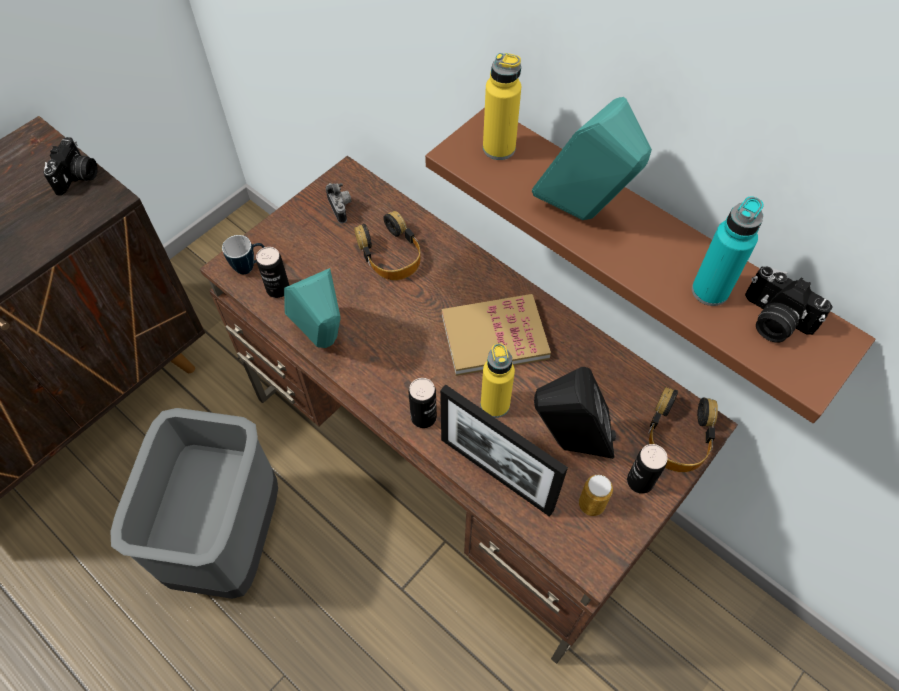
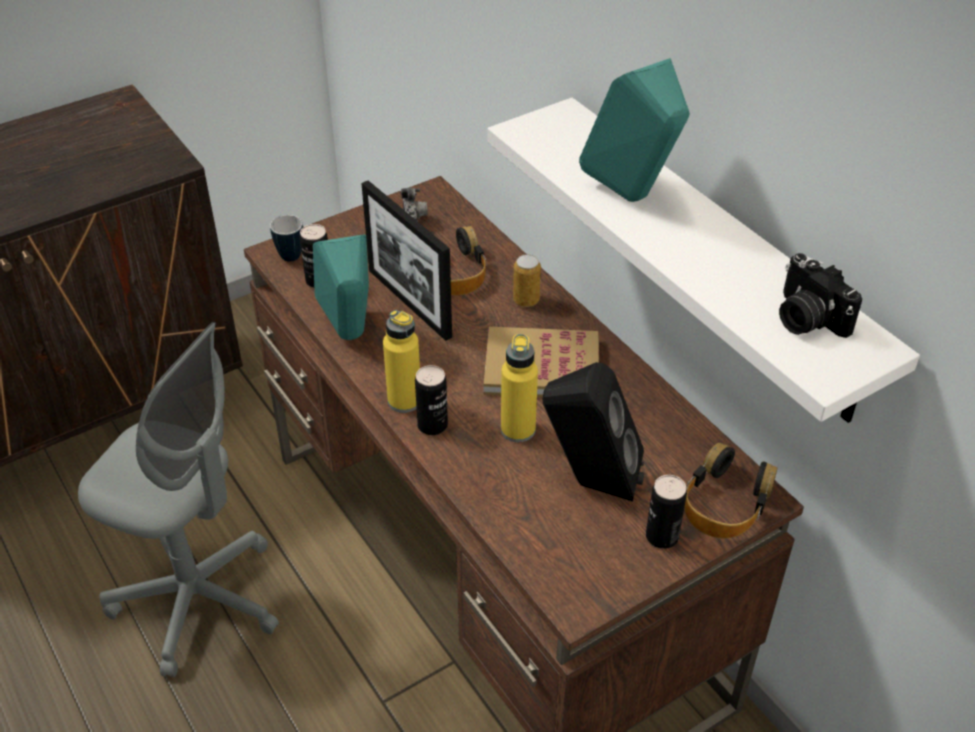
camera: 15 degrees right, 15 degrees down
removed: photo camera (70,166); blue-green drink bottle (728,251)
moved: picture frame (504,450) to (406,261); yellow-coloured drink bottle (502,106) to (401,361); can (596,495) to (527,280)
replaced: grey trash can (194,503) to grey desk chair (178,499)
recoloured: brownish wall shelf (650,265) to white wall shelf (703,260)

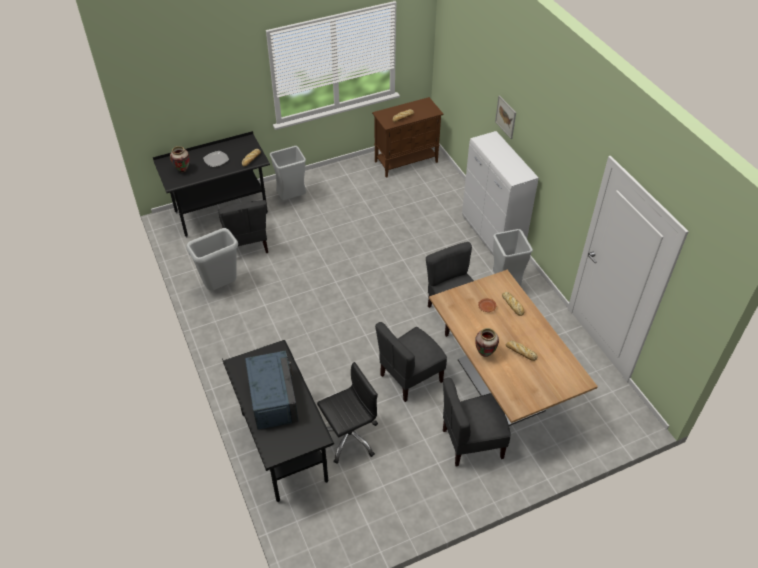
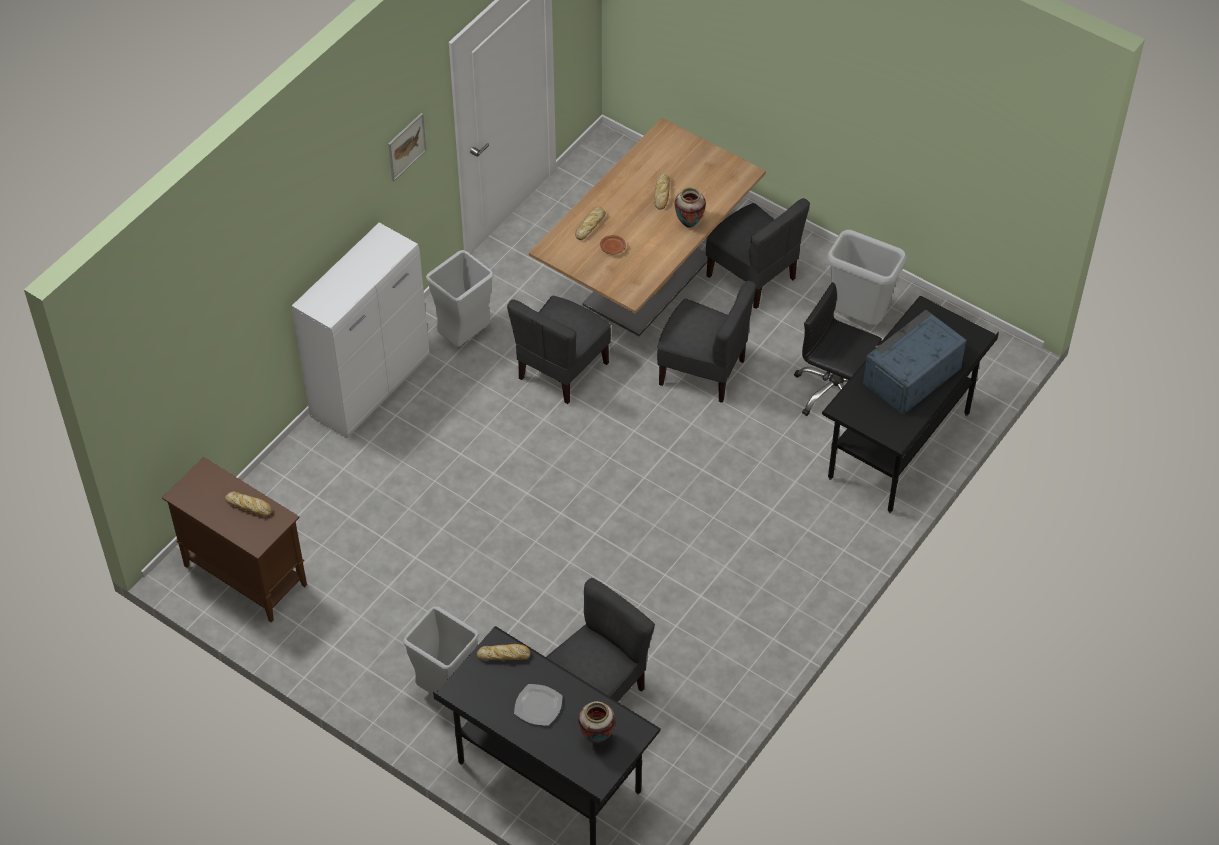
camera: 120 degrees left, 5 degrees up
moved: wall art (505,117) to (407,147); grey trash can (212,259) to (867,277)

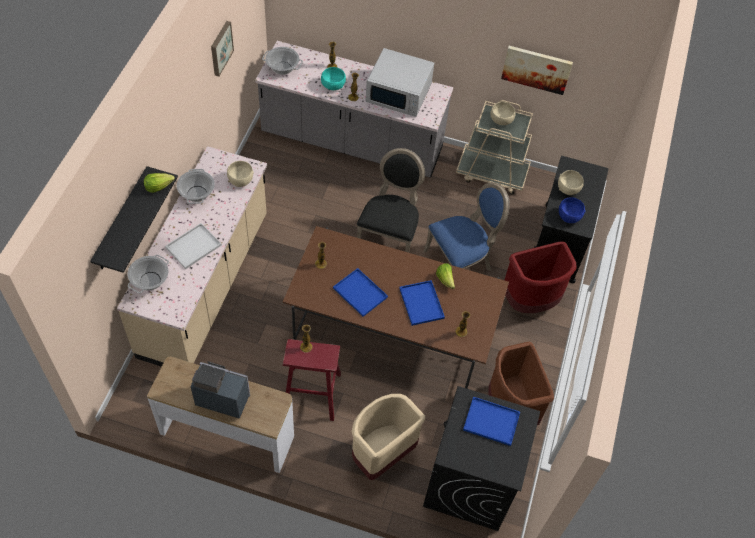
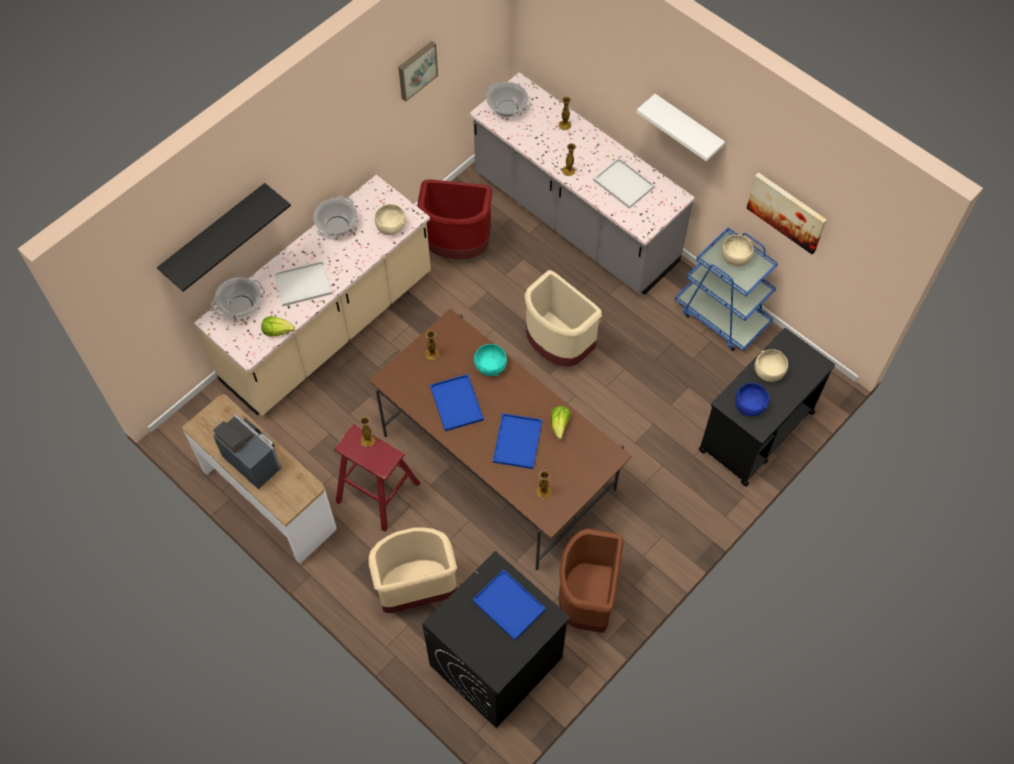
camera: 30 degrees right, 5 degrees up
removed: blue-coloured plain chair (467,226)
added: white wall shelf (680,127)
moved: head of lettuce (159,183) to (278,326); reddish trash can (540,277) to (455,219); blue-green serving bowl (333,78) to (490,360)
replaced: black plain chair (391,200) to beige trash can (563,318); white kitchen microwave (400,82) to white tray (624,183)
recoloured: beige trolley (494,147) to blue-coloured trolley (726,289)

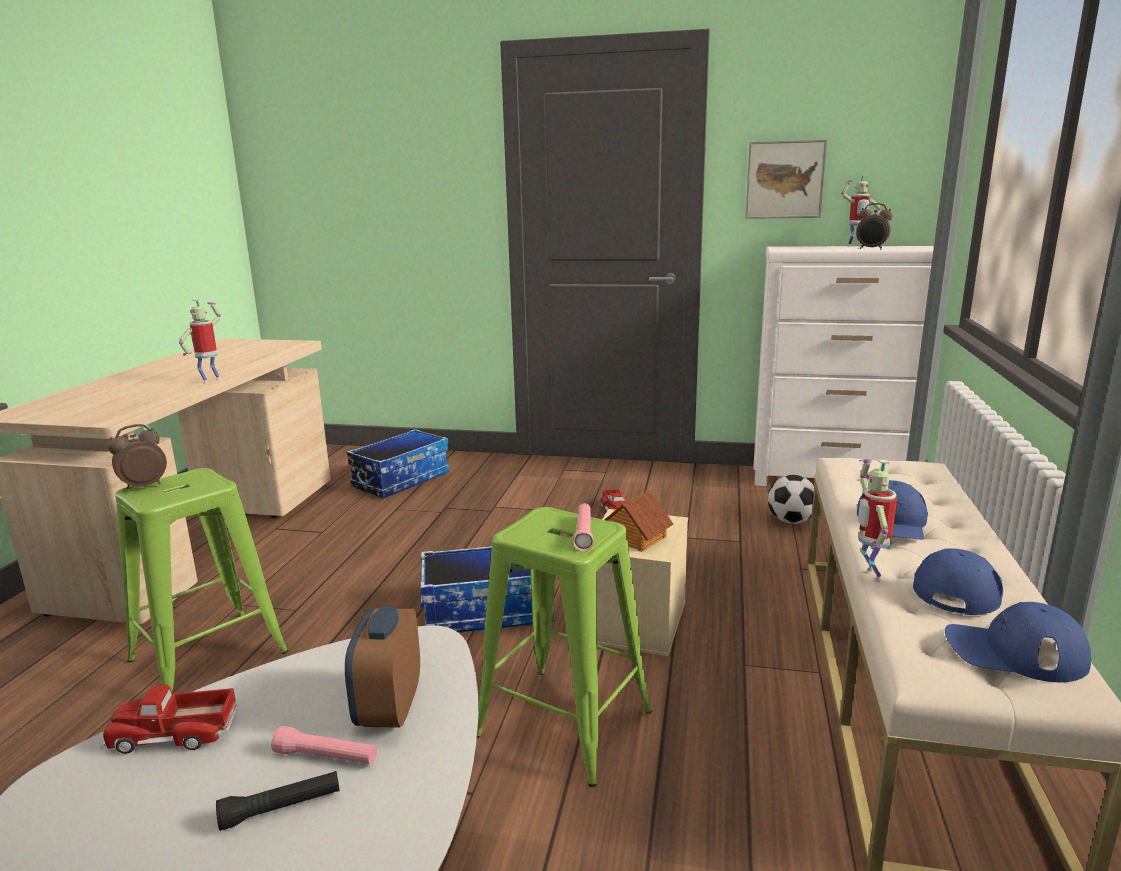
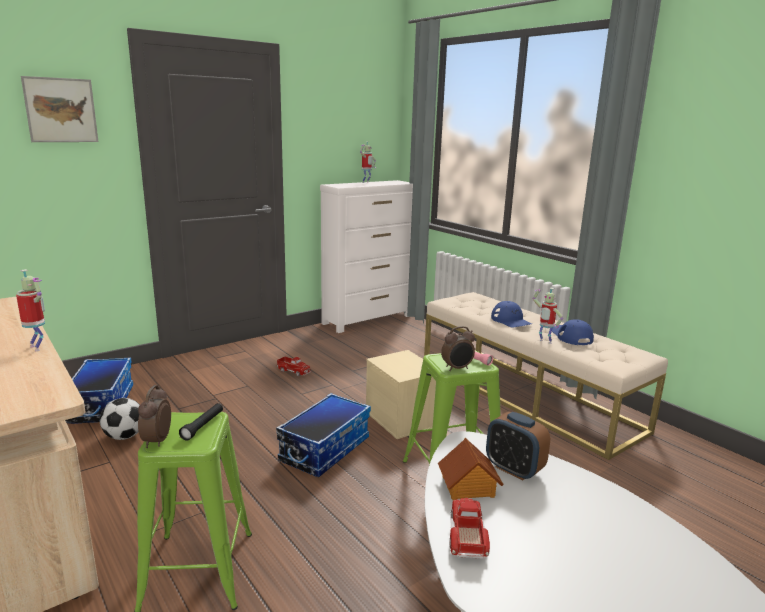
camera: 50 degrees left, 0 degrees up
removed: pink flashlight (324,745); blue-coloured cap (1018,642)
moved: wall art (786,179) to (60,109); football (791,499) to (120,419); black flashlight (278,801) to (201,422); toy house (638,521) to (471,469); alarm clock (874,226) to (458,348)
turned: robot figure (200,341) = (30,310) 150 degrees clockwise; toy truck (169,719) = (469,528) 150 degrees clockwise

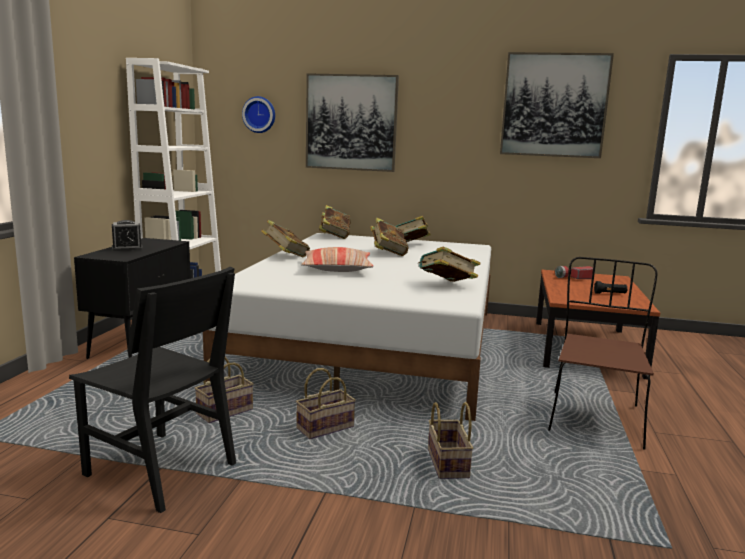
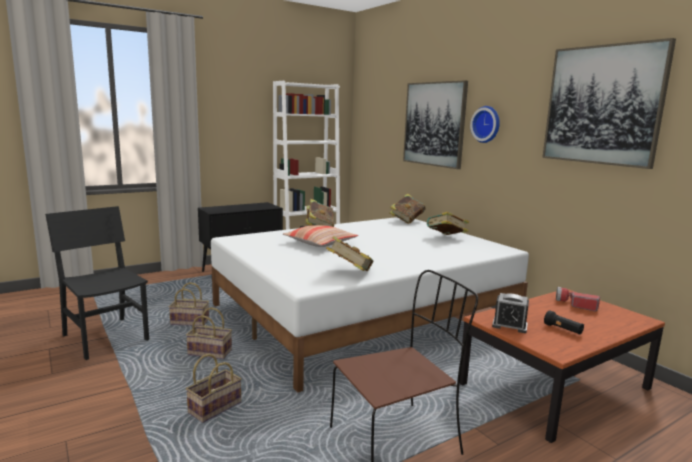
camera: 45 degrees right, 0 degrees up
removed: book (389,236)
moved: clock on the wall (258,114) to (485,124); alarm clock (127,235) to (510,313)
turned: black plain chair (152,390) = (97,283) 150 degrees clockwise

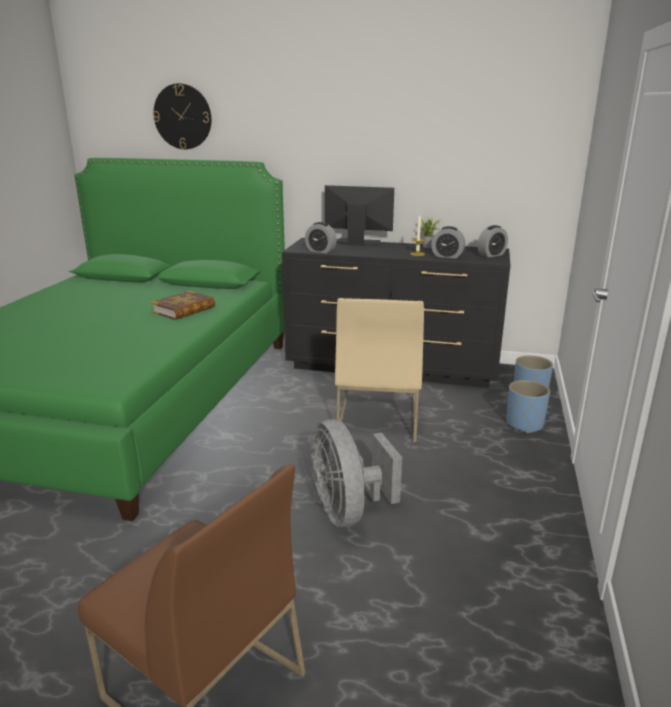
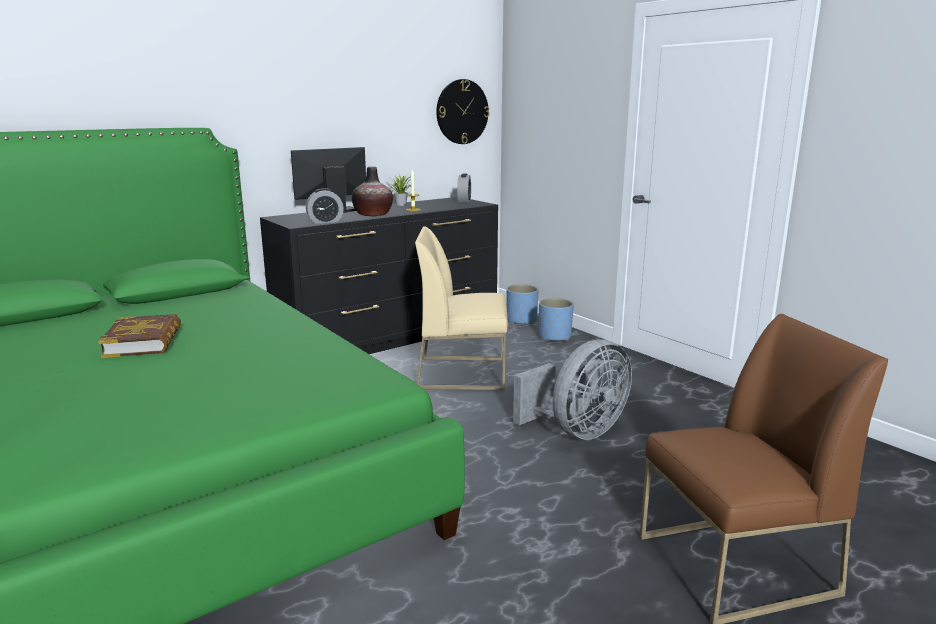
camera: 50 degrees left, 5 degrees down
removed: alarm clock (448,242)
added: decorative vase (372,191)
moved: book (182,305) to (139,336); clock on the wall (182,116) to (462,111)
turned: beige plain chair (379,370) = (461,308) 135 degrees clockwise; grey electric fan (356,473) = (572,389) 60 degrees counterclockwise

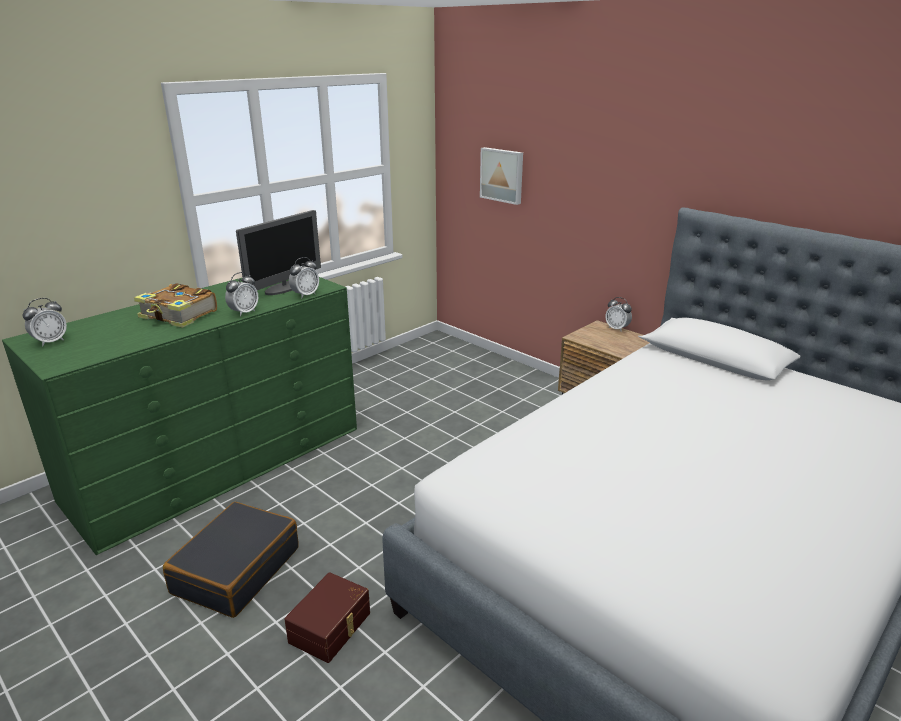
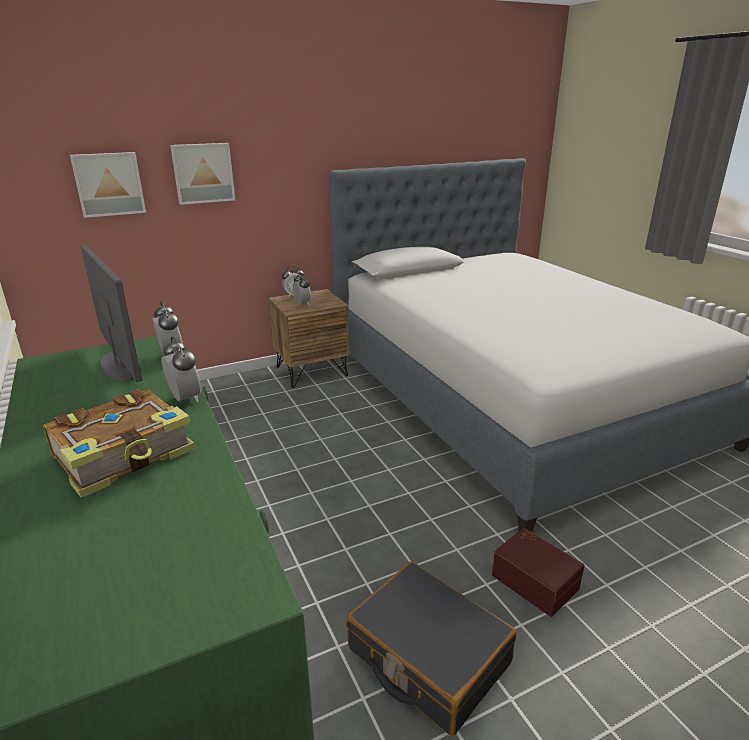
camera: 70 degrees left, 0 degrees up
added: wall art (202,174)
moved: alarm clock (45,322) to (302,289)

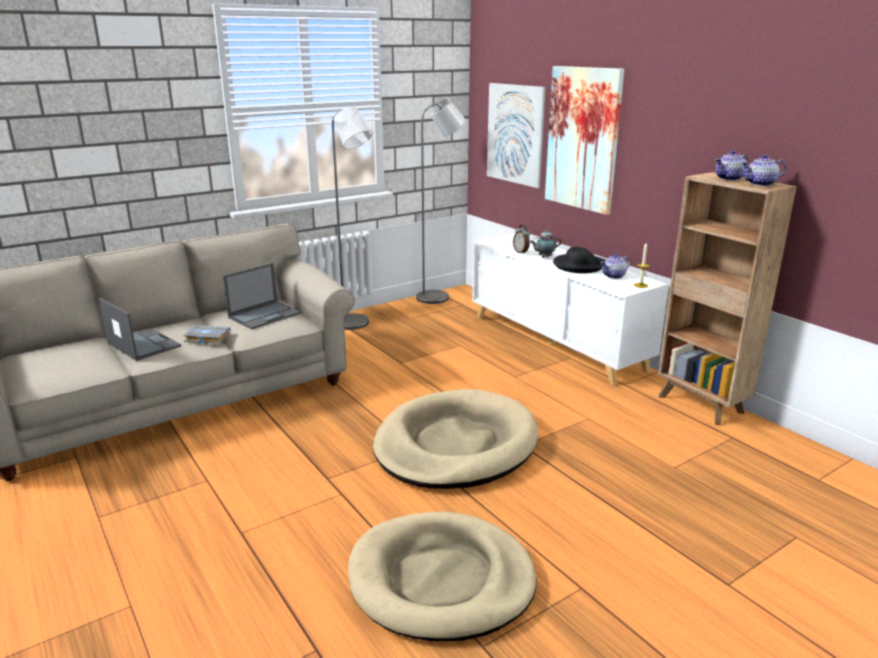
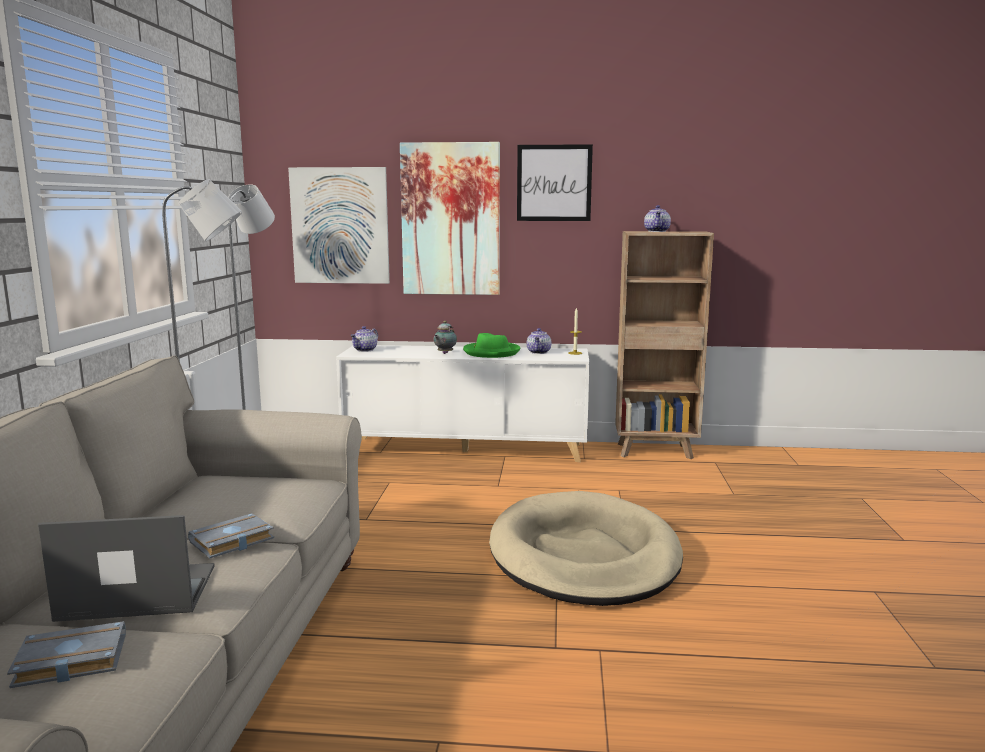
camera: 50 degrees left, 10 degrees down
removed: notebook computer (262,296); beige pet bed (442,576); alarm clock (521,239)
added: grey book (66,654); wall art (555,182)
moved: tea pot (764,170) to (364,339)
recoloured: black wearable hat (579,260) to green wearable hat (491,345)

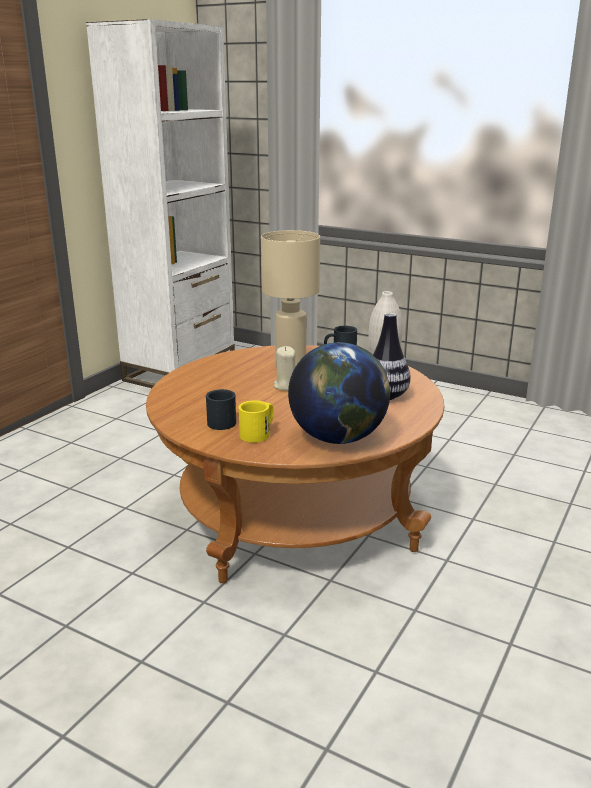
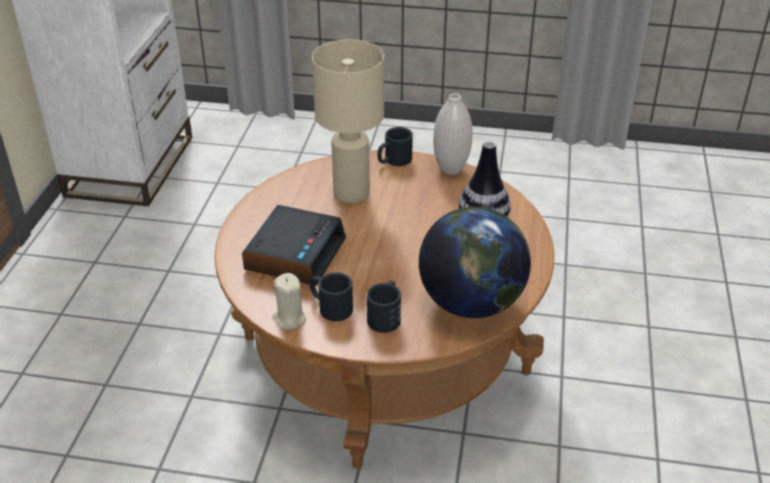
camera: 20 degrees left, 15 degrees up
added: alarm clock (294,245)
moved: beige wax candle (284,368) to (289,301)
recoloured: yellow-coloured mug (256,421) to black mug (384,307)

